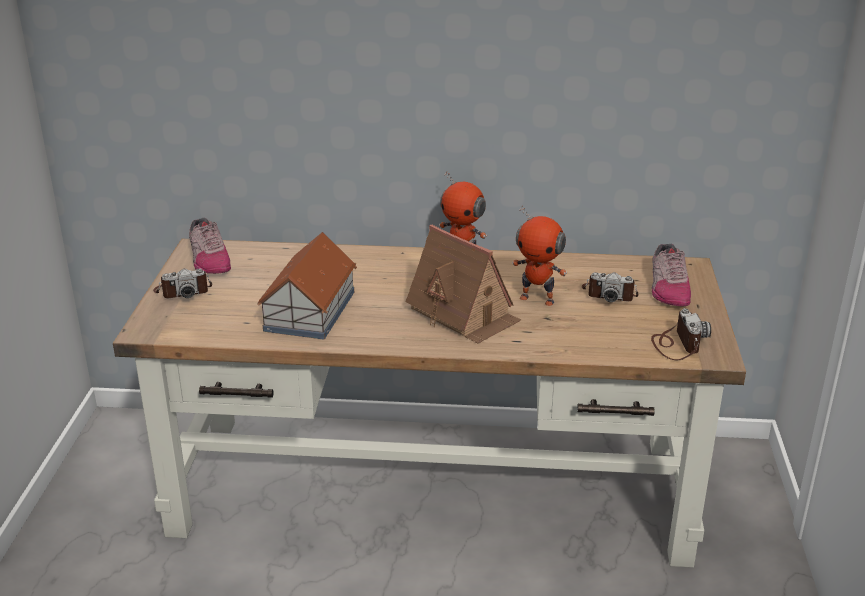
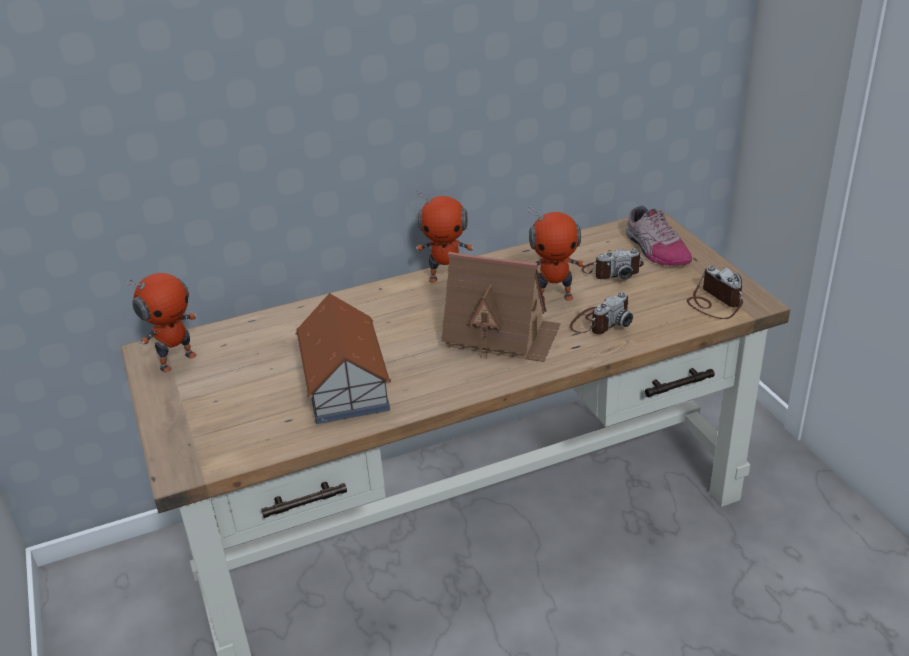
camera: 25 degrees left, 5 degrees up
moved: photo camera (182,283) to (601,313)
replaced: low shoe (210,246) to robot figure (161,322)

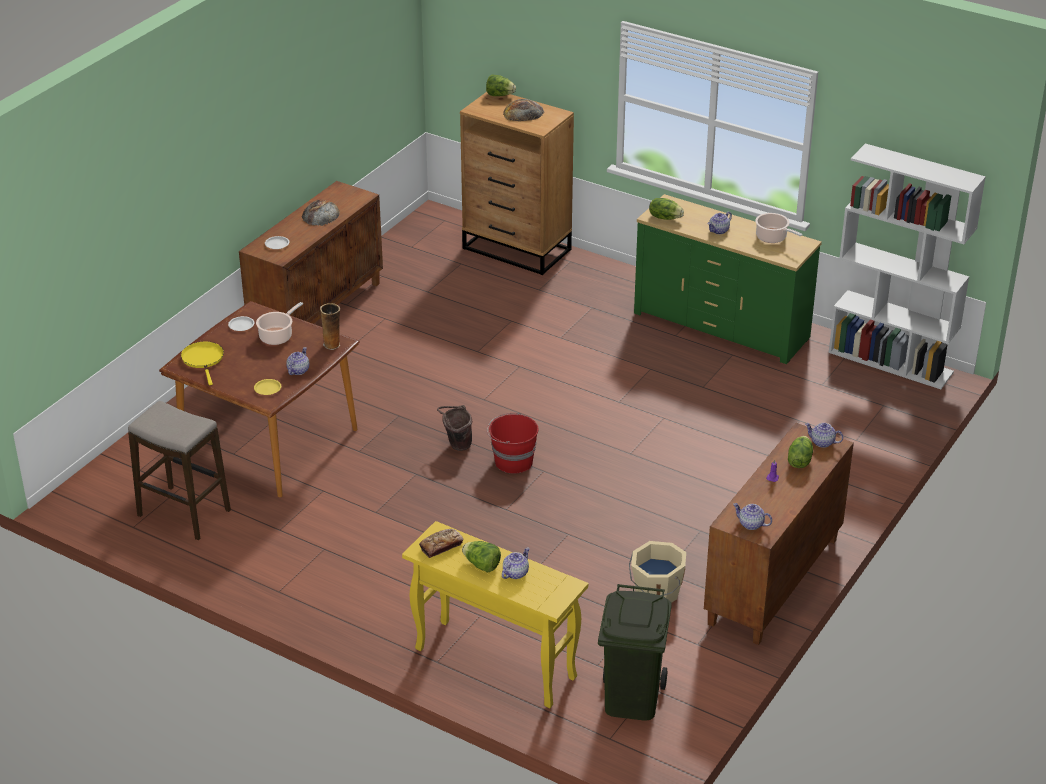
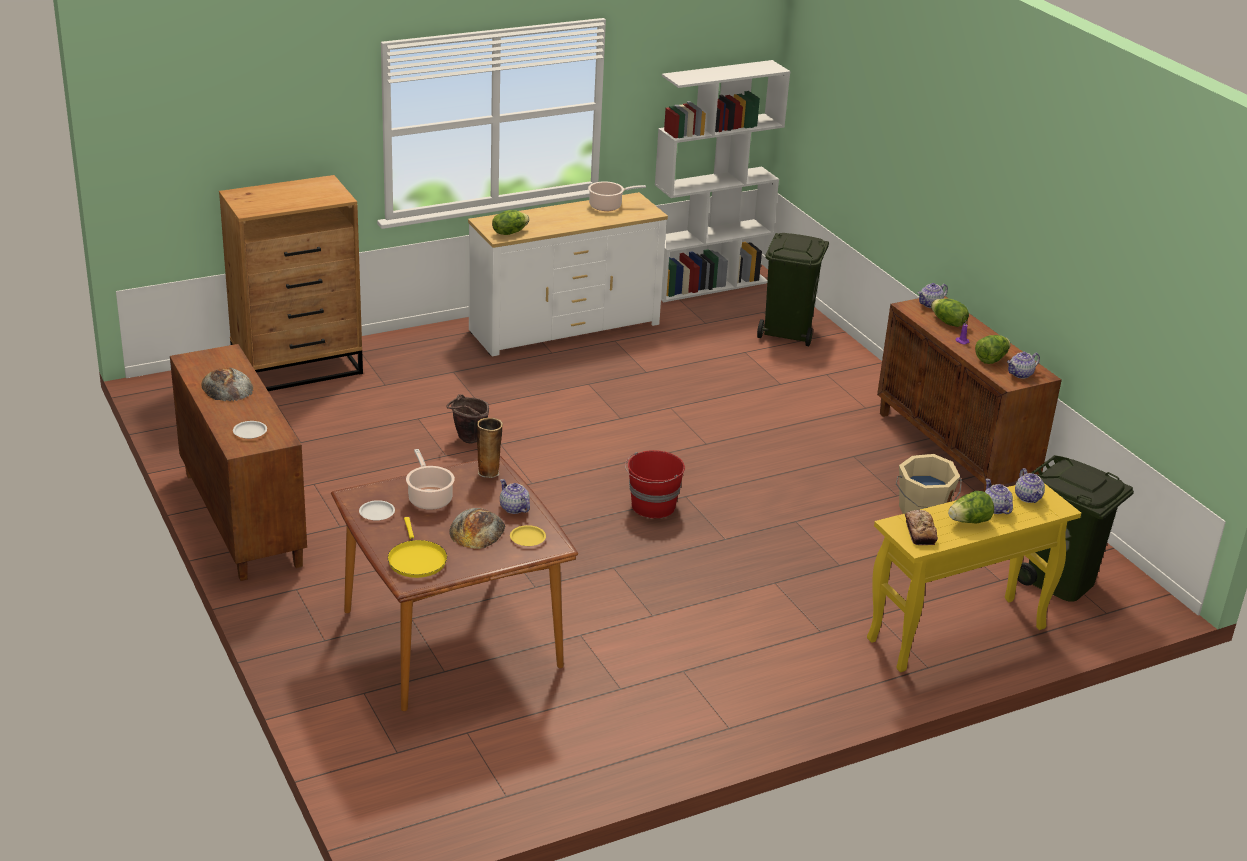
camera: 60 degrees left, 5 degrees down
removed: sitting stool (179,470)
added: green trash can (793,289)
moved: brownish water bucket (454,428) to (467,419); bakery bread (523,110) to (477,528); head of lettuce (501,85) to (992,349); tea pot (720,223) to (1030,485)
recoloured: green drawer chest (728,279) to white drawer chest (568,274)
turned: yellow-coloured pan (202,363) = (417,547) 120 degrees counterclockwise

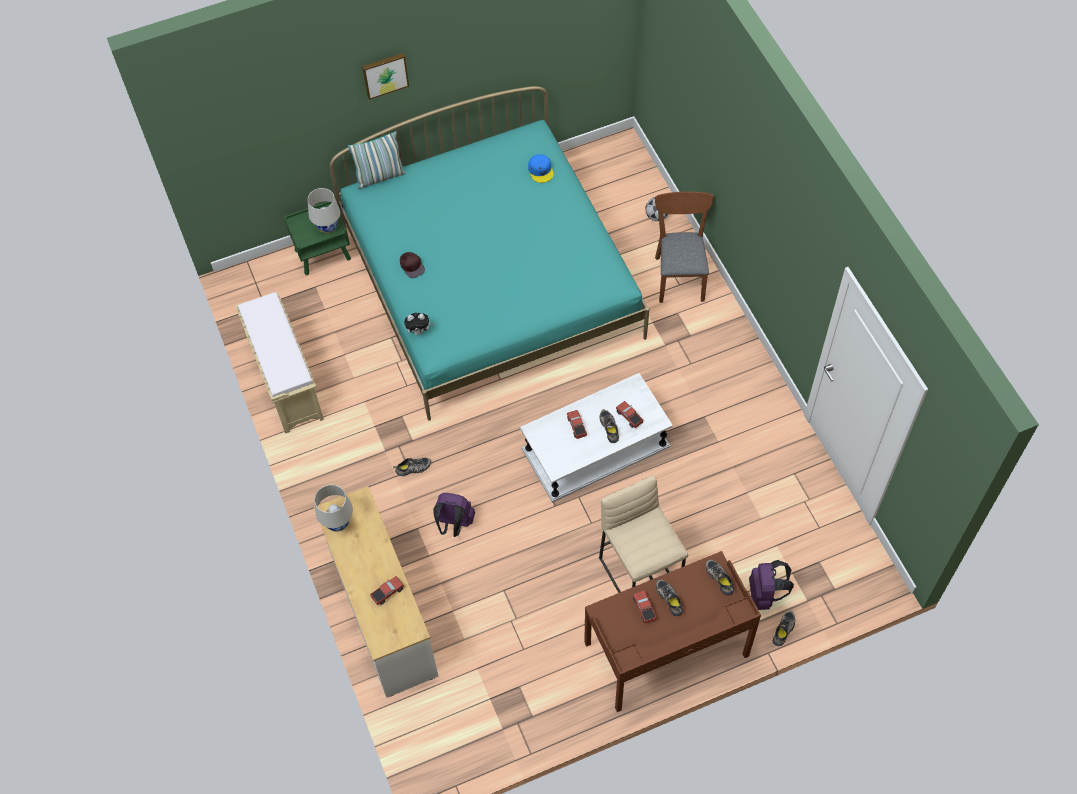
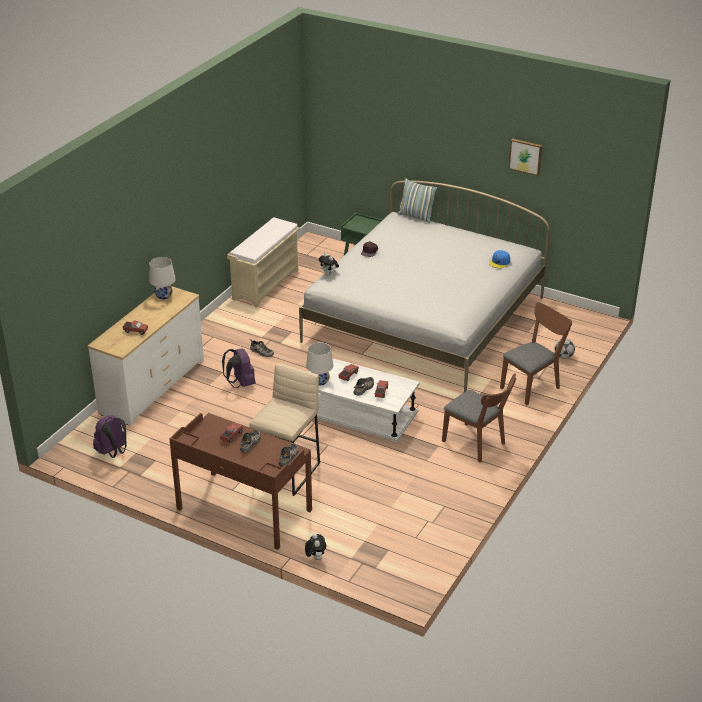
camera: 50 degrees right, 25 degrees down
added: brownish plain chair (479,418)
moved: purplish rucksack (771,585) to (109,436); white lamp for a table (324,211) to (319,363); wall art (385,76) to (525,157)
replaced: low shoe (784,628) to cuddly toy (315,546)
recoloured: blue-green bedroom bed (489,253) to white bedroom bed (424,286)

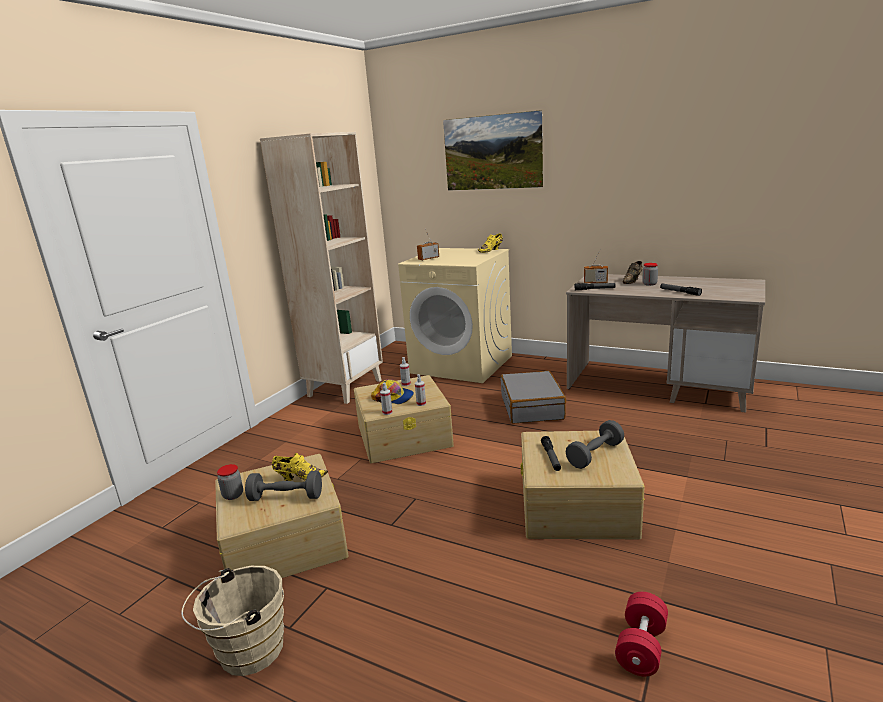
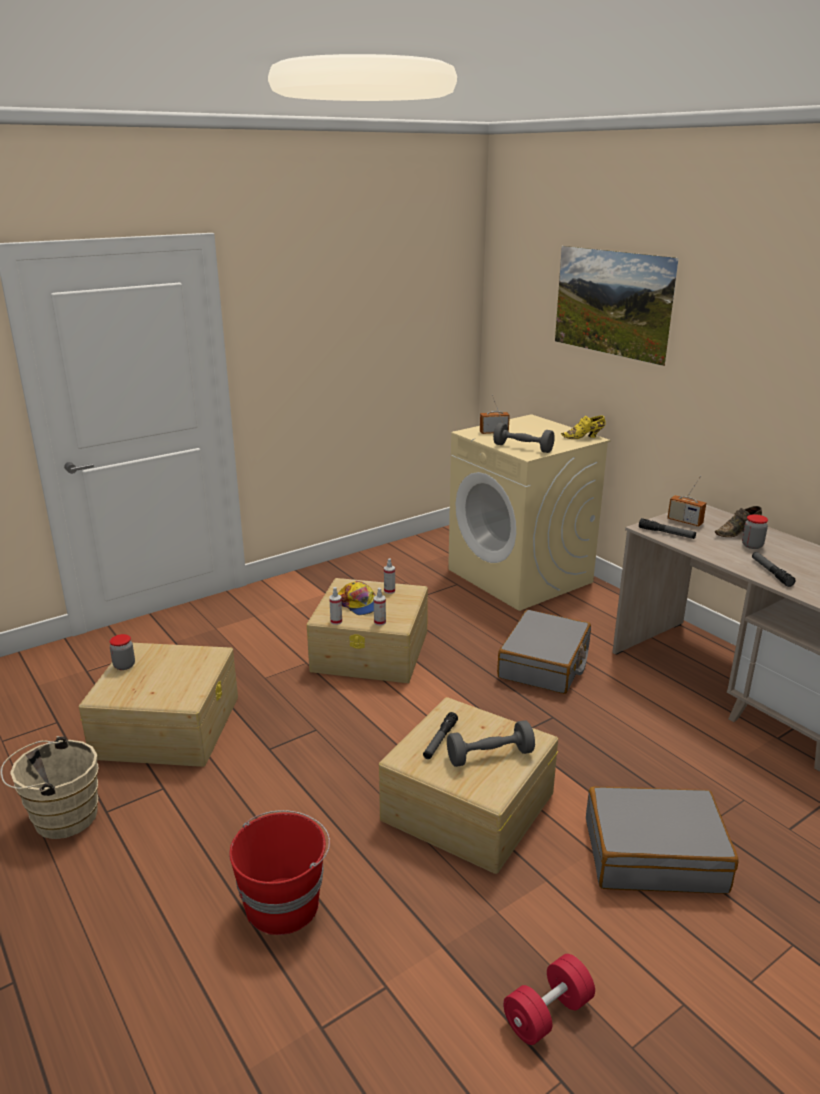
camera: 25 degrees right, 5 degrees up
removed: beige bookshelf (321,268); yellow-coloured low shoe (300,467)
added: reddish water bucket (279,872); grey suitcase (662,840)
moved: grey hand weight (283,486) to (524,438); reddish hand weight (641,634) to (549,999)

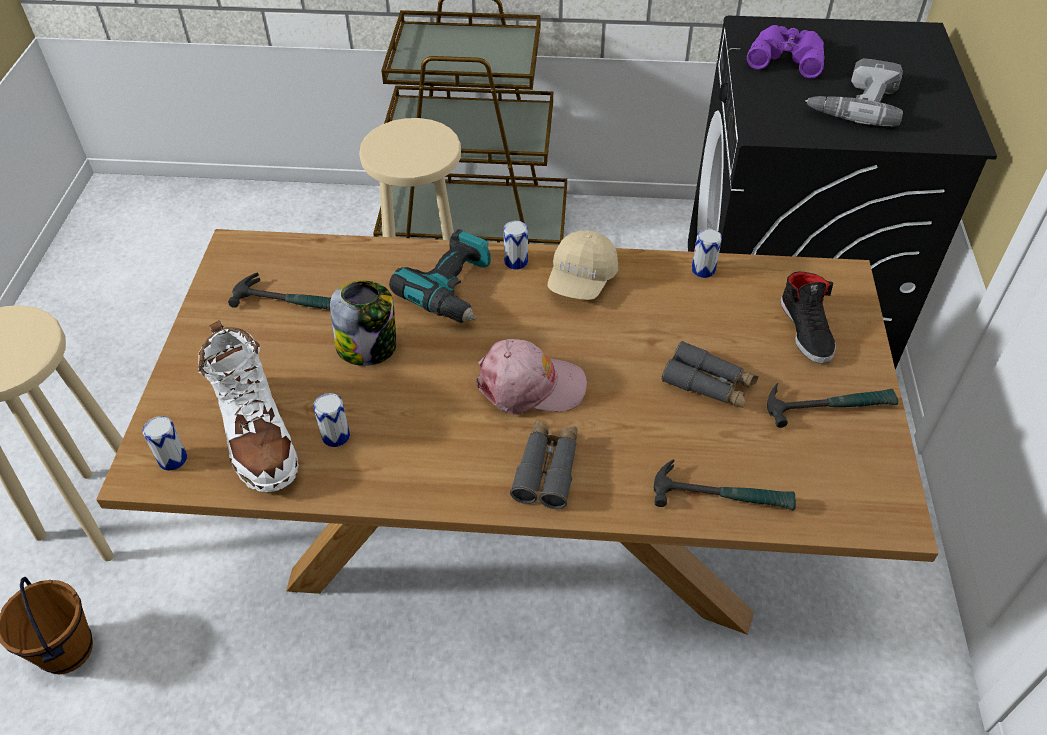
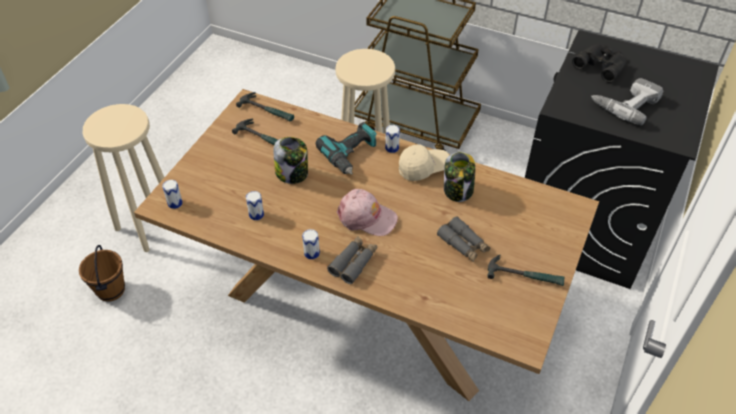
camera: 20 degrees right, 0 degrees up
removed: white high-top boot (248,406); black low shoe (808,317)
added: preserve jar (460,176)
moved: hand hammer (725,484) to (265,107); can (706,253) to (311,244)
recoloured: purplish binoculars (786,52) to black binoculars (599,63)
turned: beige cap (583,265) = (424,162) 150 degrees counterclockwise

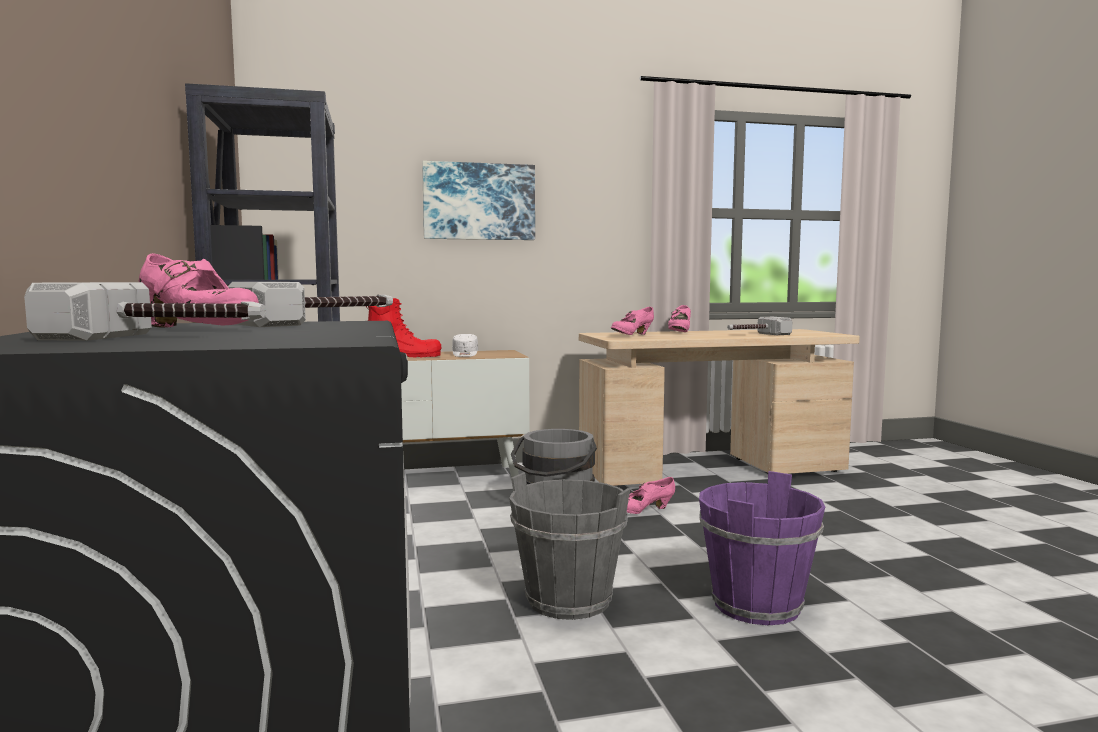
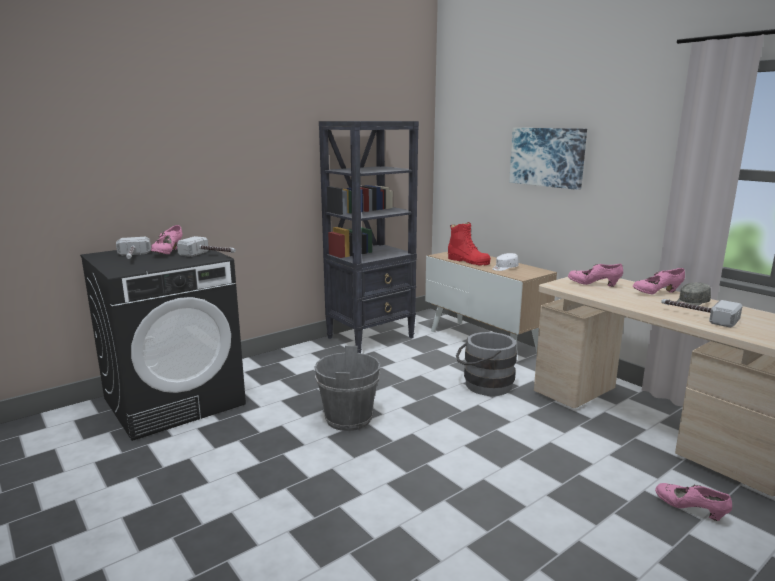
camera: 65 degrees right, 10 degrees up
removed: purplish water bucket (762,548)
added: grey cap (693,294)
moved: pink low shoe (651,495) to (693,502)

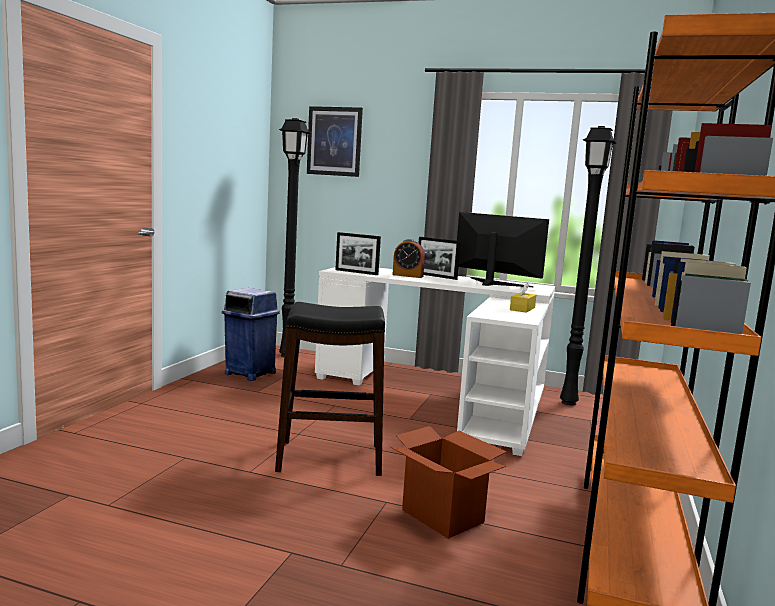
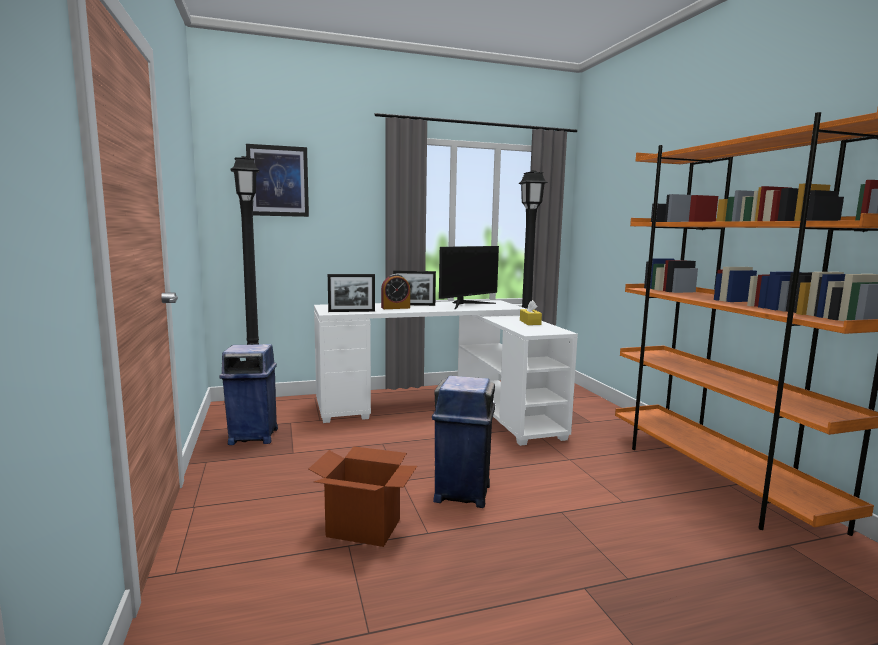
camera: 35 degrees left, 0 degrees up
moved: carton (448,482) to (363,496)
replaced: black sitting stool (330,389) to blue-coloured trash can (463,442)
turned: computer display (503,249) = (469,277) 135 degrees clockwise

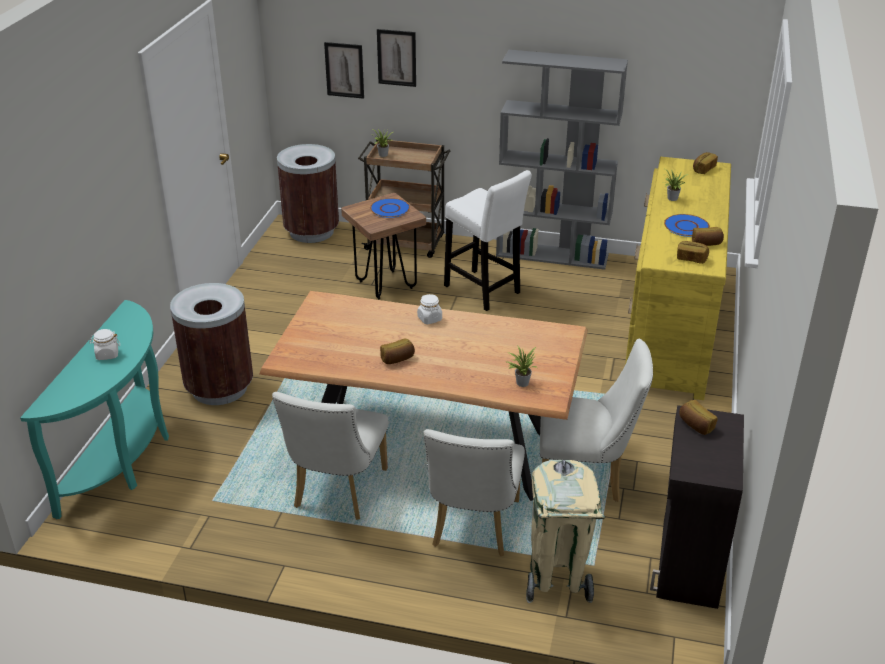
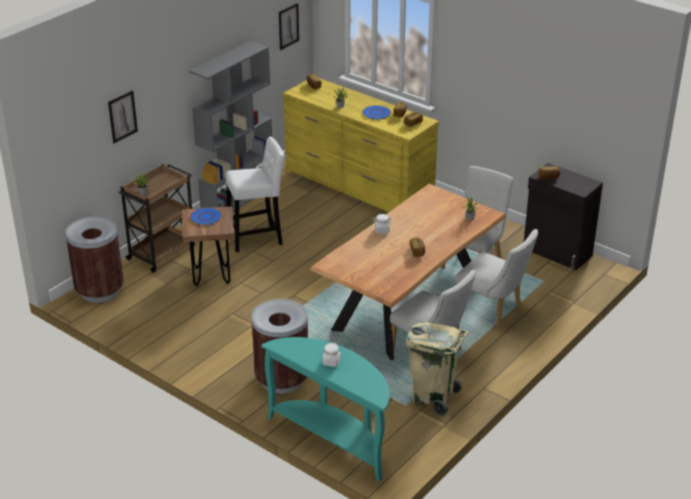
camera: 65 degrees left, 0 degrees up
moved: wall art (344,70) to (289,26); beige trash can (565,531) to (437,369)

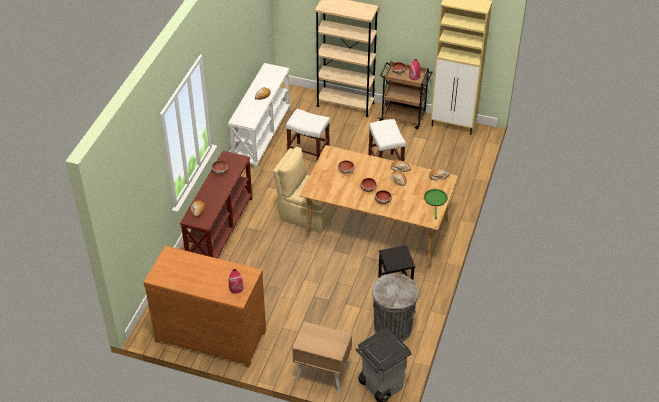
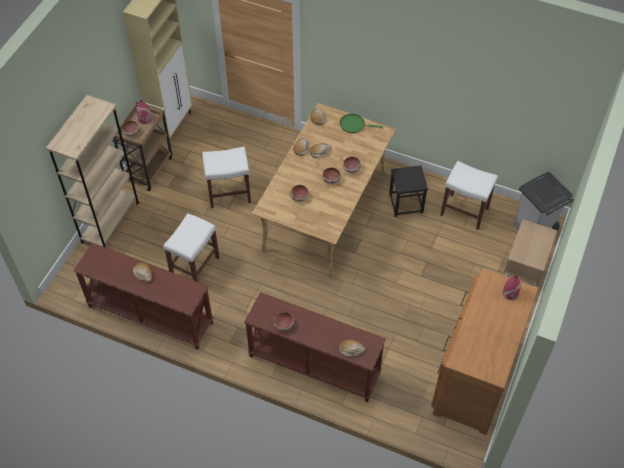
camera: 85 degrees left, 10 degrees up
removed: beige plain chair (305,190)
replaced: grey trash can (395,307) to white sitting stool (469,195)
recoloured: white console table (259,116) to brownish console table (143,296)

